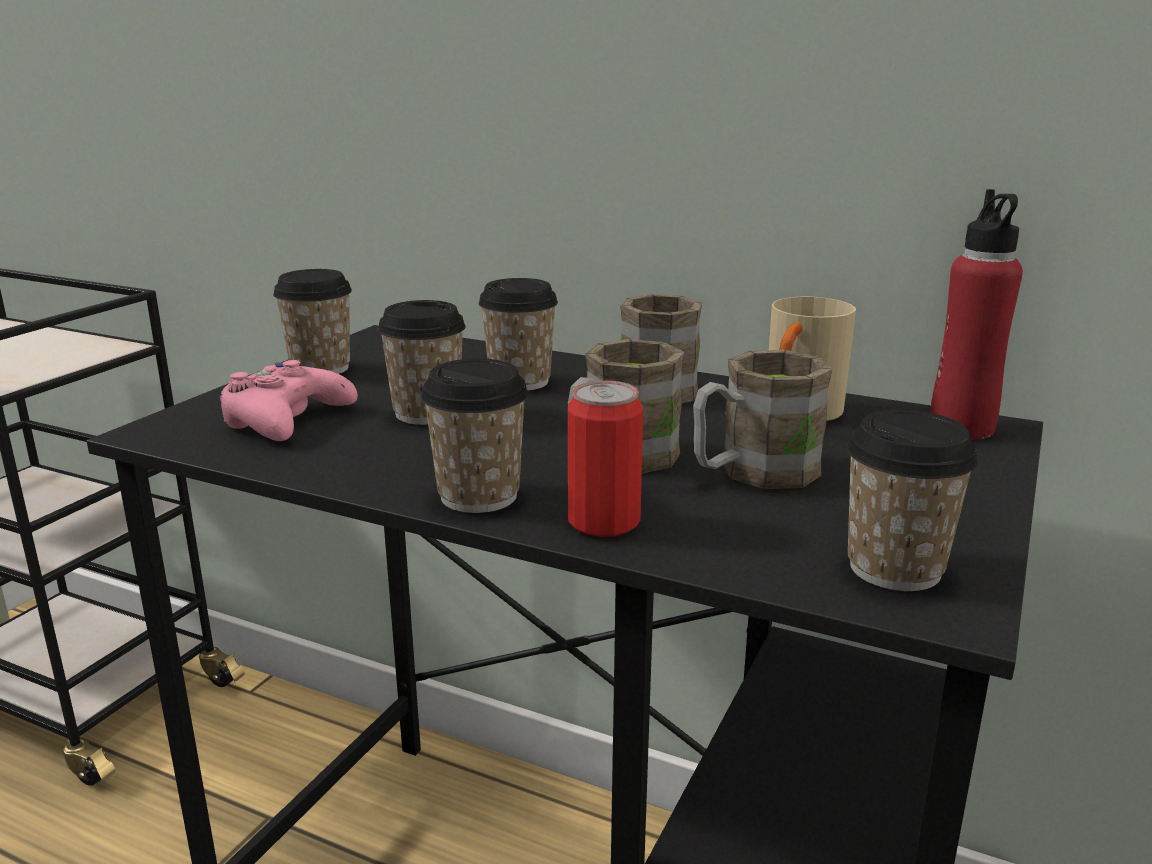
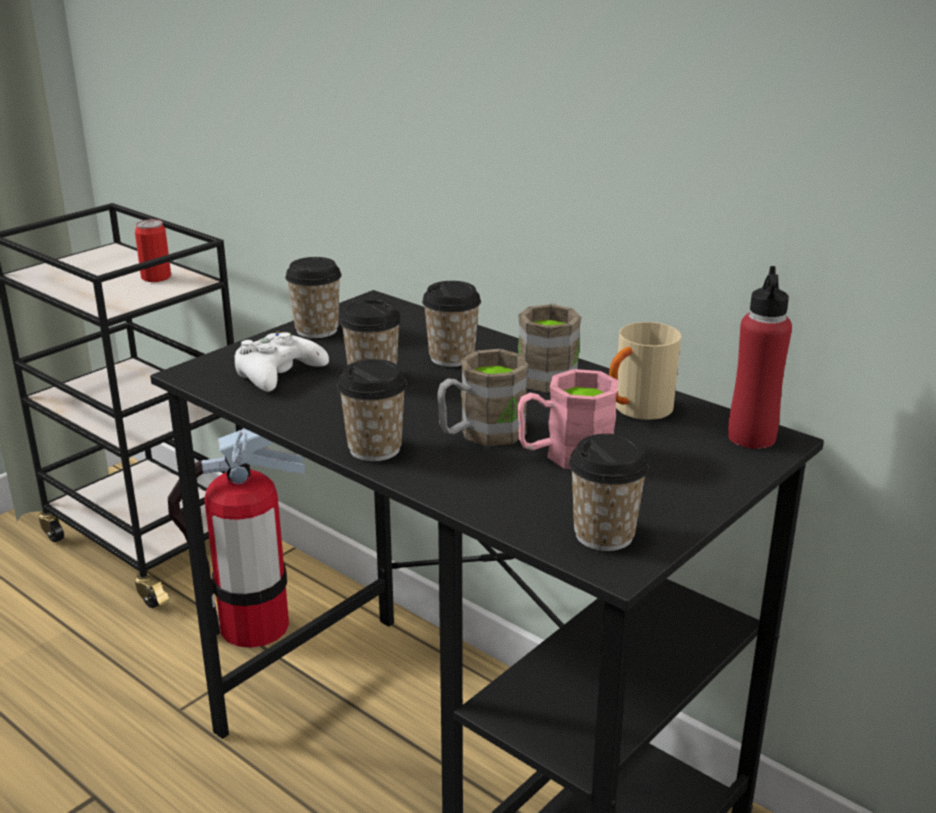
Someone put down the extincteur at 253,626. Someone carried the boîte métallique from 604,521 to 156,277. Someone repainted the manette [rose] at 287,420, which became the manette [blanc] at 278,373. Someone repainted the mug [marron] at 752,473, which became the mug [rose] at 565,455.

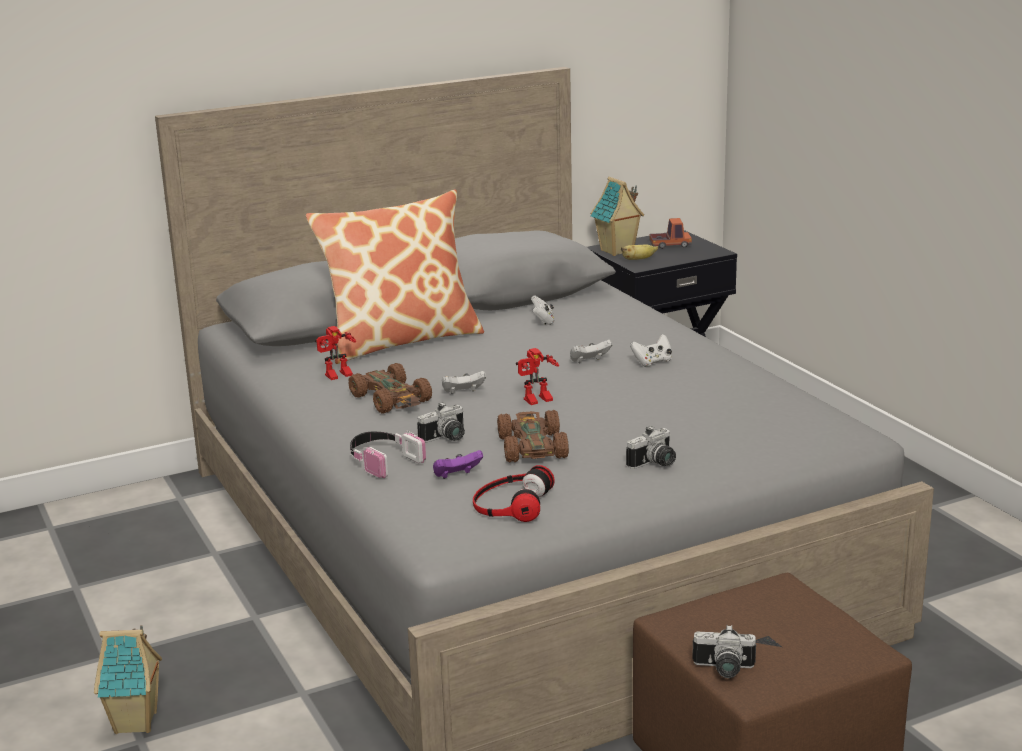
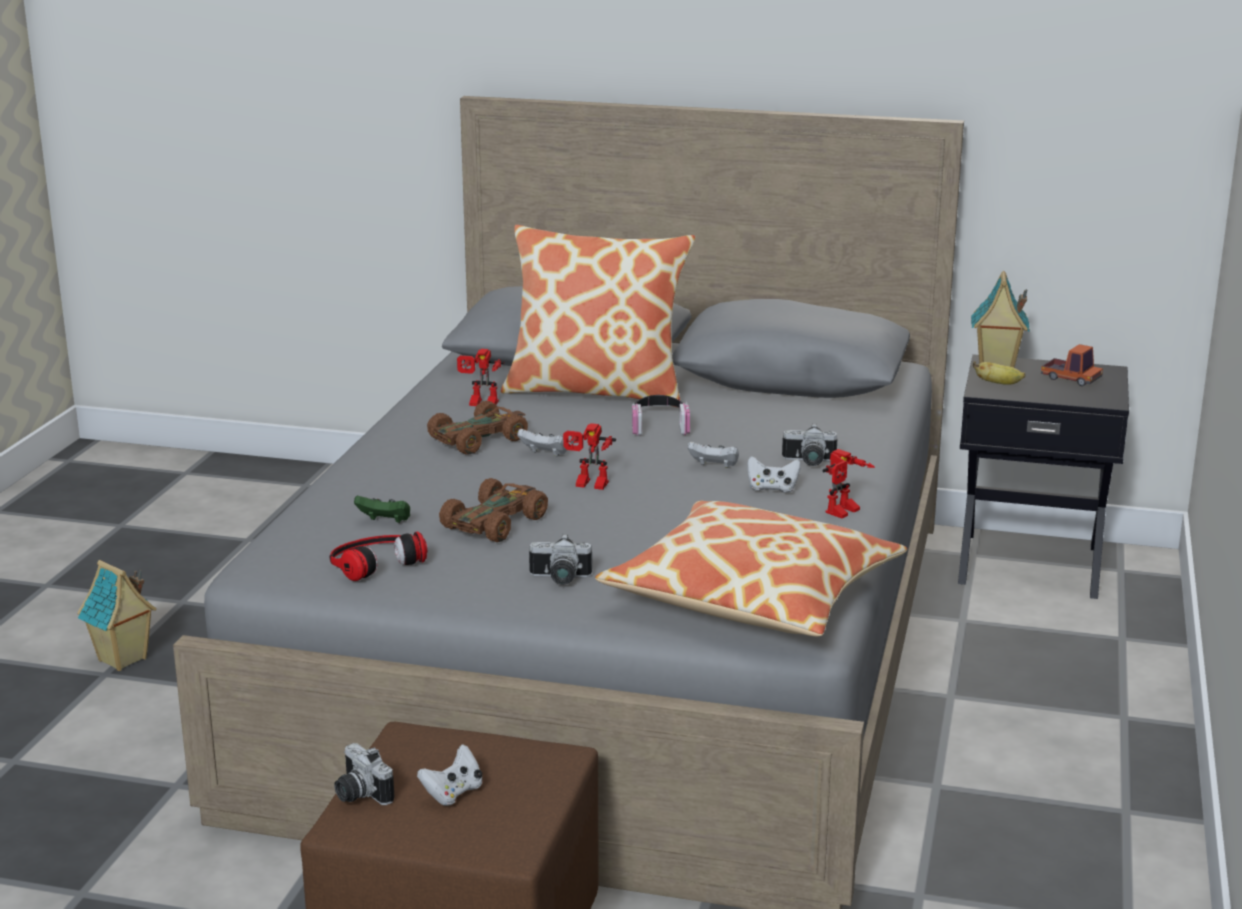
Someone put down the coussin at 753,595. Someone put down the robot jouet at 844,513. Someone carried the casque audio from 383,461 to 659,424. Someone carried the appareil photo from 446,438 to 809,462. Someone carried the manette [blanc] from 543,321 to 453,793. Someone repainted the manette [violet] at 456,476, which became the manette [vert] at 385,522. Someone rotated the petite voiture [marron] at 392,399 by 135 degrees counterclockwise.

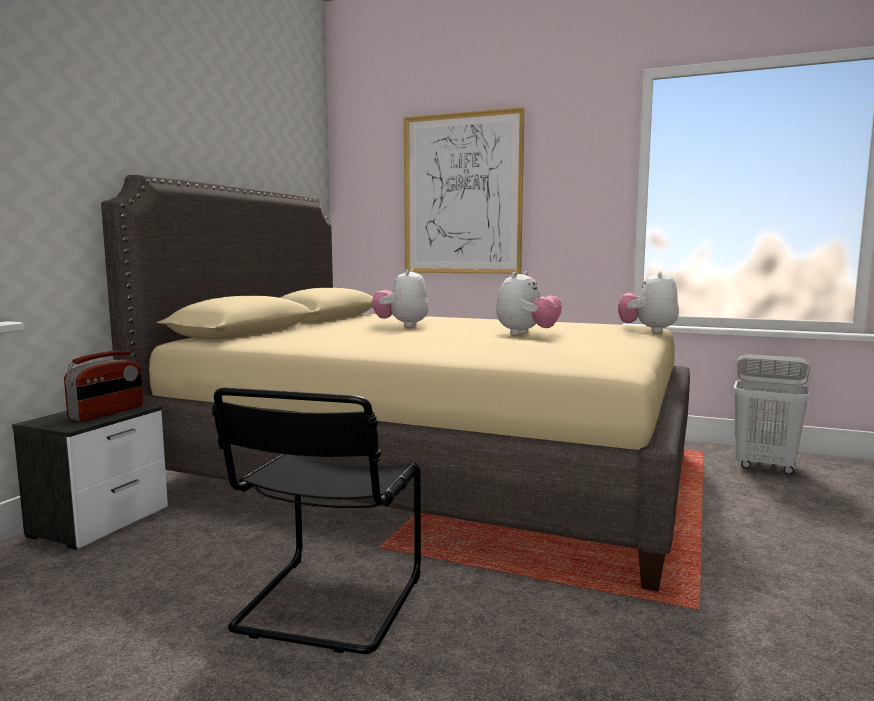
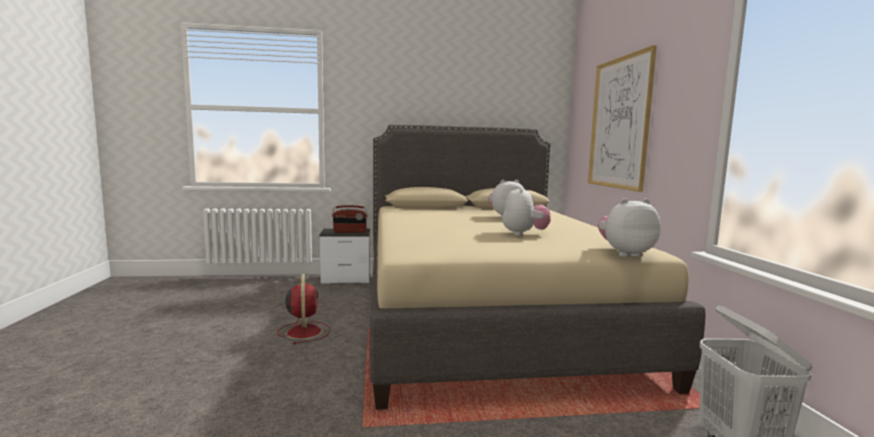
Someone swapped the chaise [noir] at 326,606 for the ventilateur [rouge] at 304,331. Someone rotated the peluche at 526,334 by 90 degrees counterclockwise.

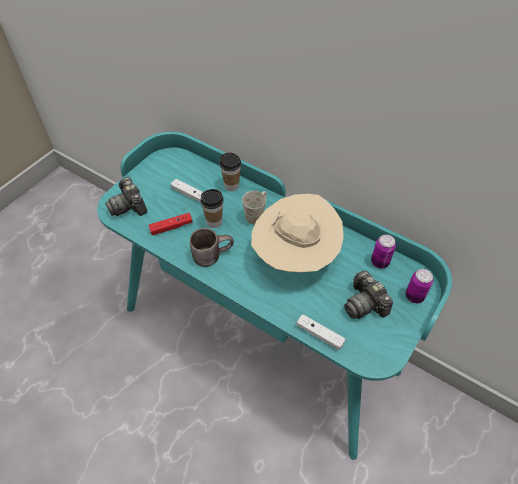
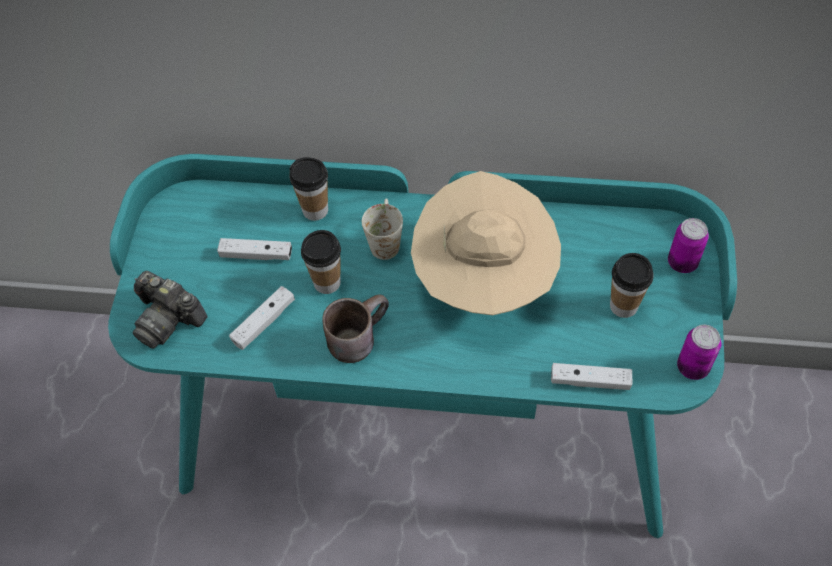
Someone carried the boîte métallique from 379,262 to 692,367. Someone swapped the appareil photo at 364,304 for the tasse at 623,306. Someone repainted the manette [rouge] at 171,227, which became the manette [blanc] at 264,322.

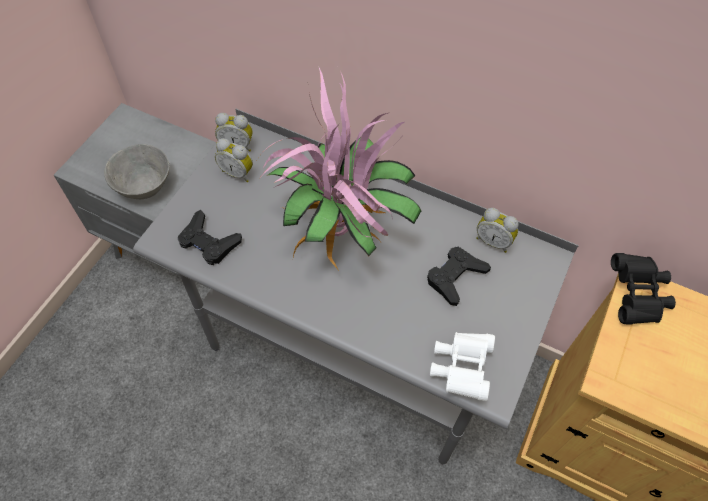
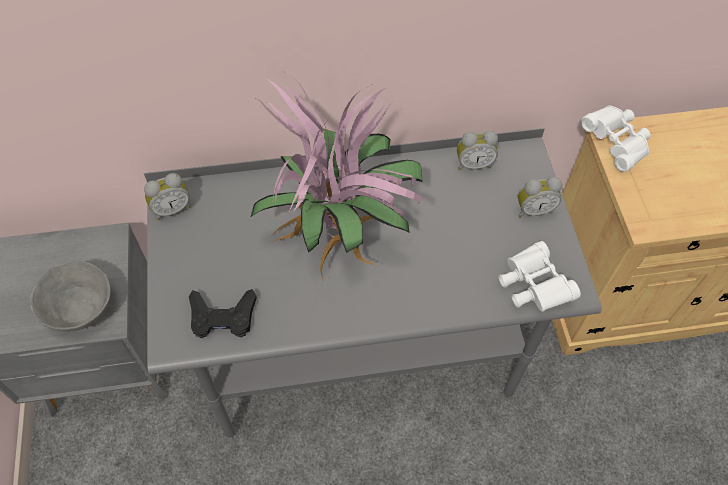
Someone took away the manette [noir] at 455,277. Someone carried the réveil from 238,172 to 533,209. Someone repainted the jumelles [noir] at 636,296, which became the jumelles [blanc] at 615,144.

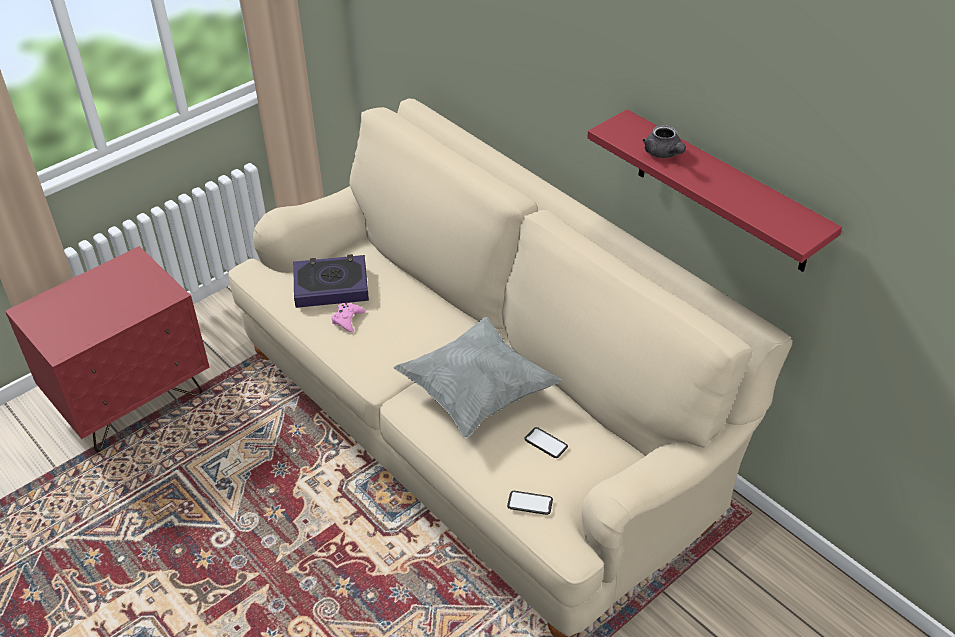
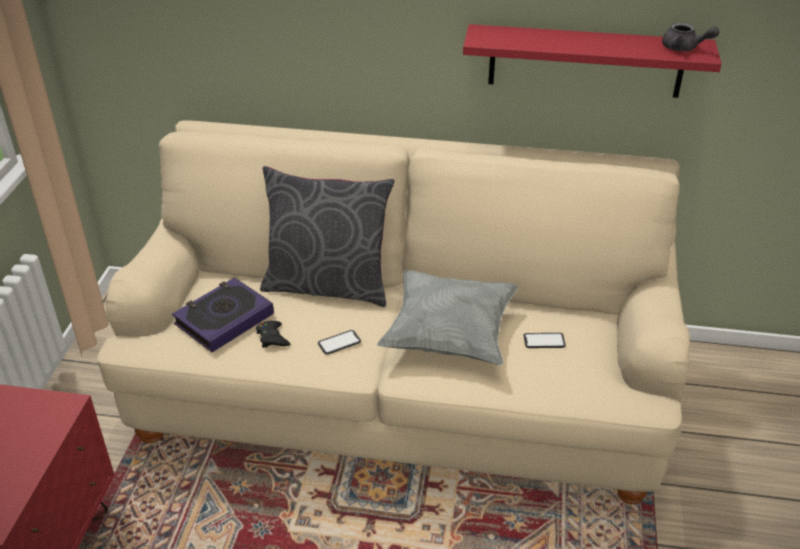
Someone put down the coussin [gris] at 328,285. Someone carried the téléphone from 530,503 to 339,343. Someone carried the théière [gris] from 664,154 to 684,48. Someone repainted the manette [rose] at 347,319, which became the manette [noir] at 272,338.

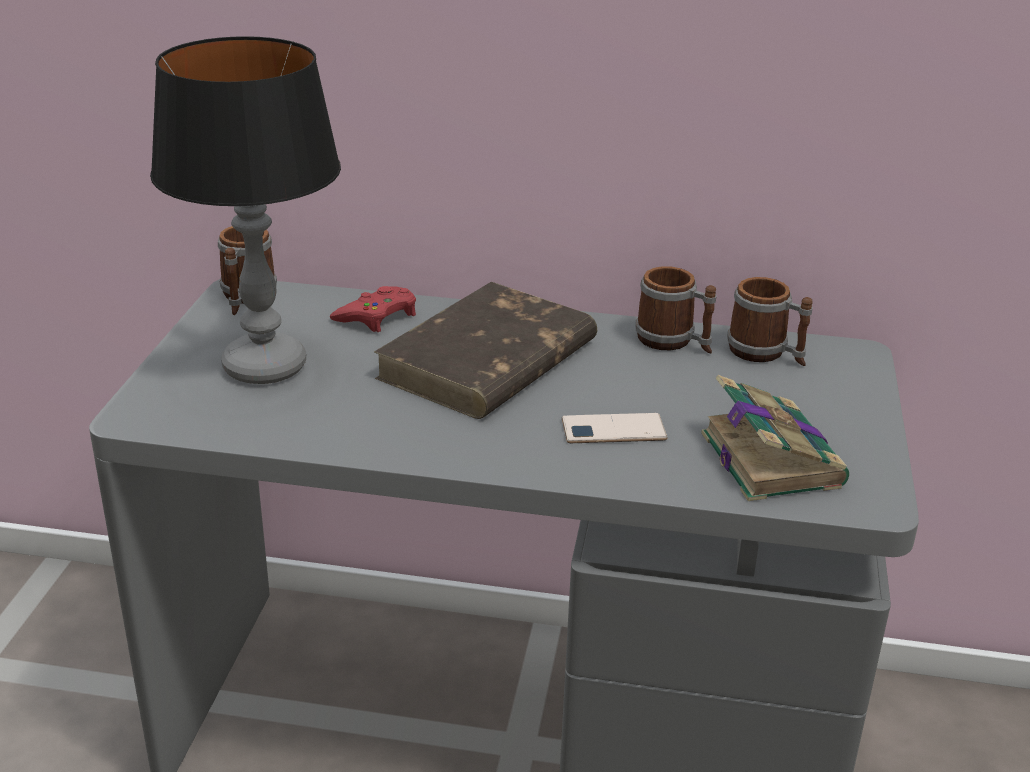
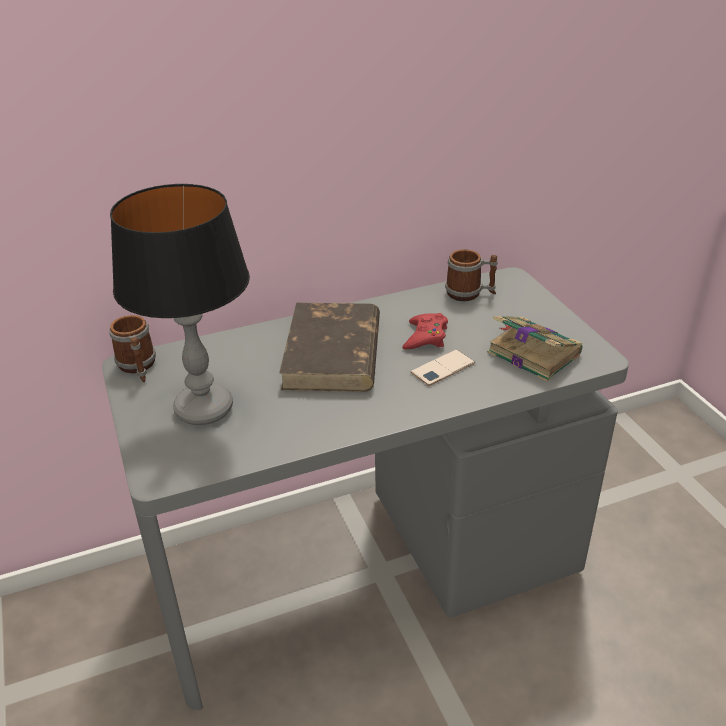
Someone took away the mug at 674,342. Someone carried the manette [rouge] from 377,316 to 425,337.

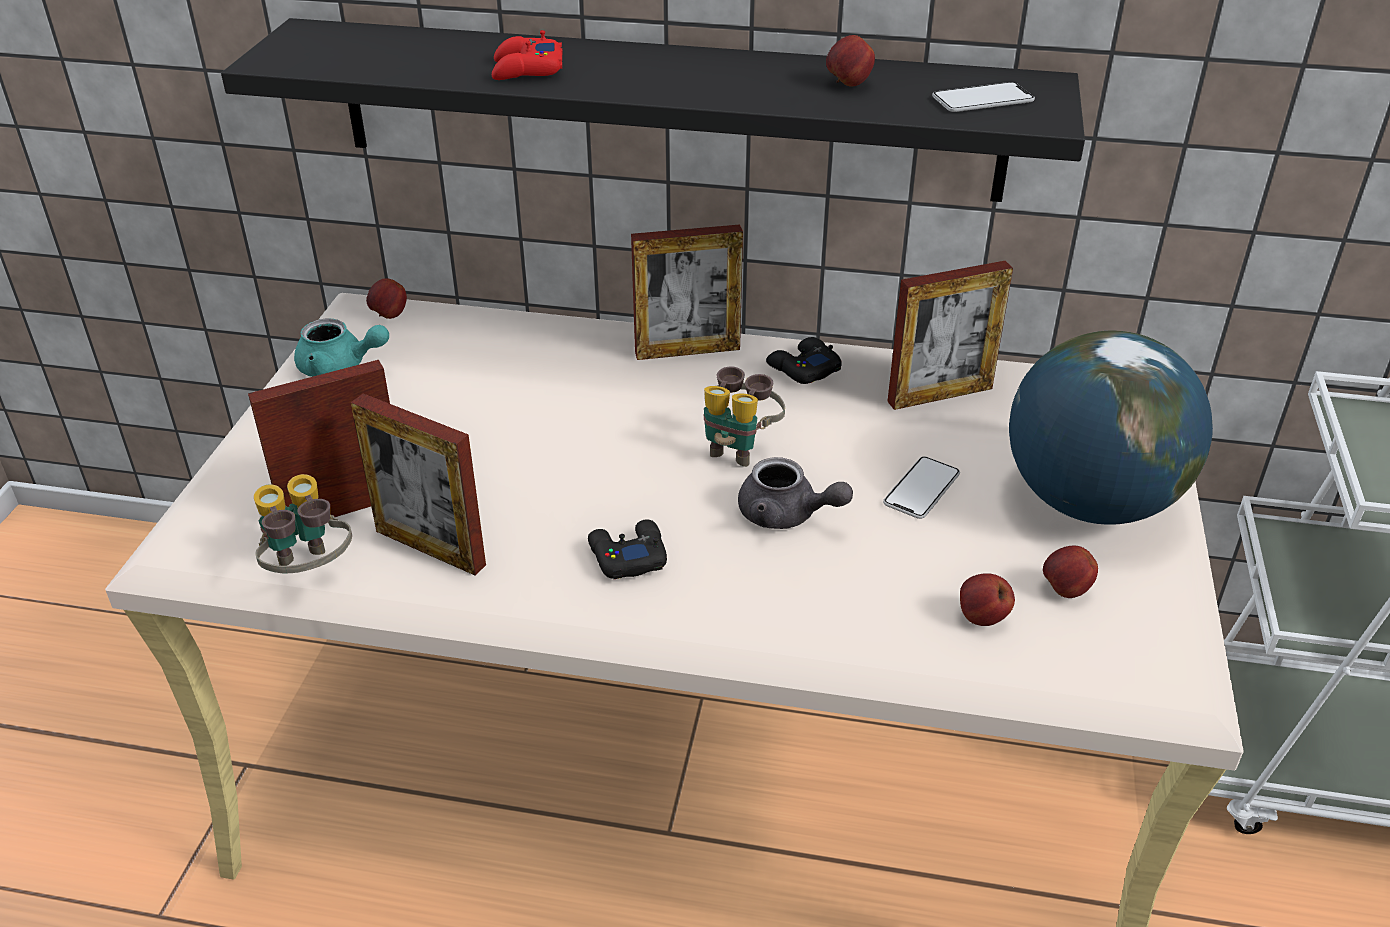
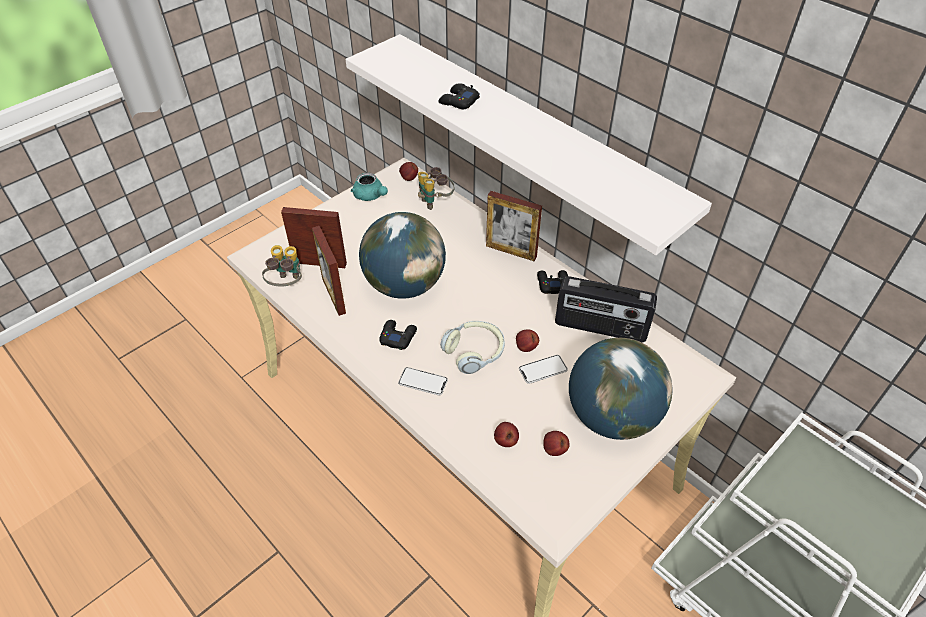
Someone put down the globe at 404,285. Someone carried the jumelles from 738,447 to 435,201. Someone carried the pomme from 848,84 to 526,347. Someone carried the téléphone from 982,100 to 423,382. Someone swapped the théière [gris] at 786,515 for the casque audio at 474,352. Someone swapped the cadre photo at 940,395 for the radio at 600,328. Someone repainted the étagère [noir] at 666,109, which became the étagère [blanc] at 532,136. Someone repainted the manette [rouge] at 526,70, which became the manette [noir] at 458,101.

